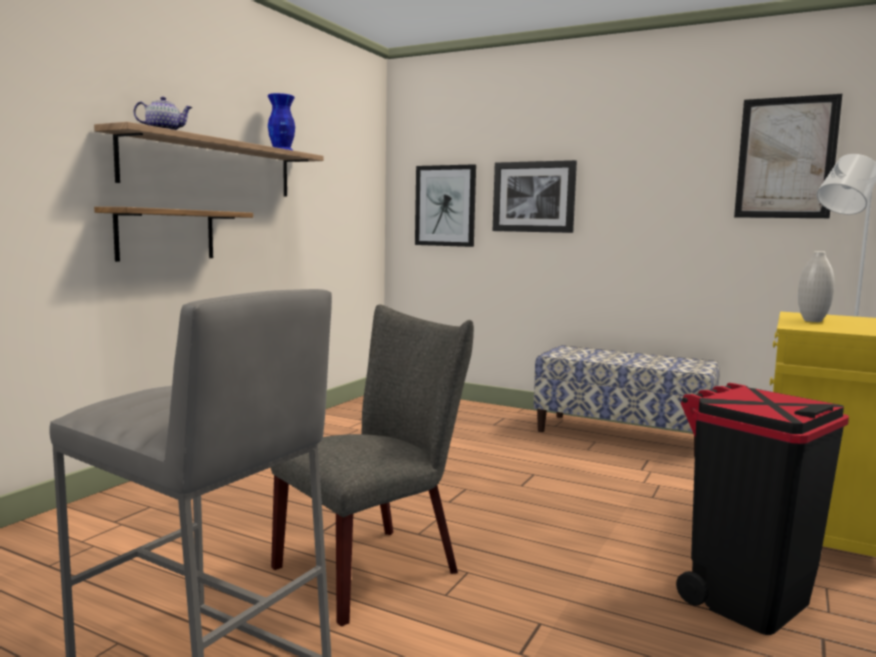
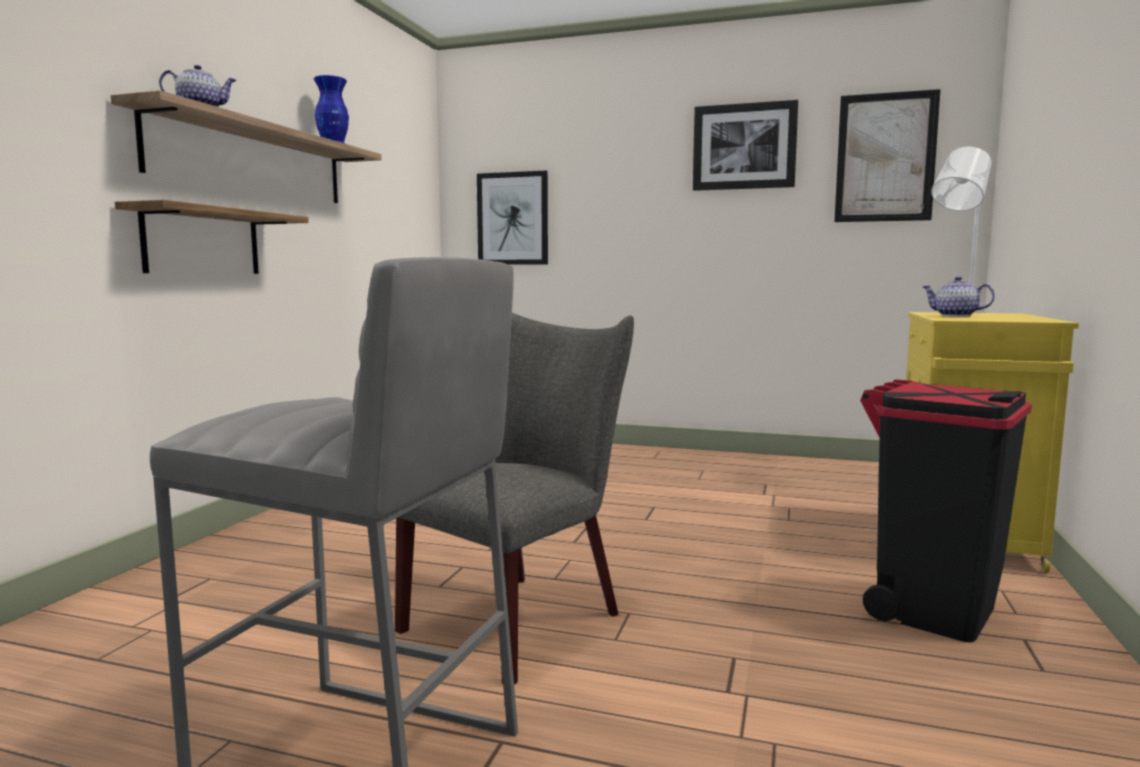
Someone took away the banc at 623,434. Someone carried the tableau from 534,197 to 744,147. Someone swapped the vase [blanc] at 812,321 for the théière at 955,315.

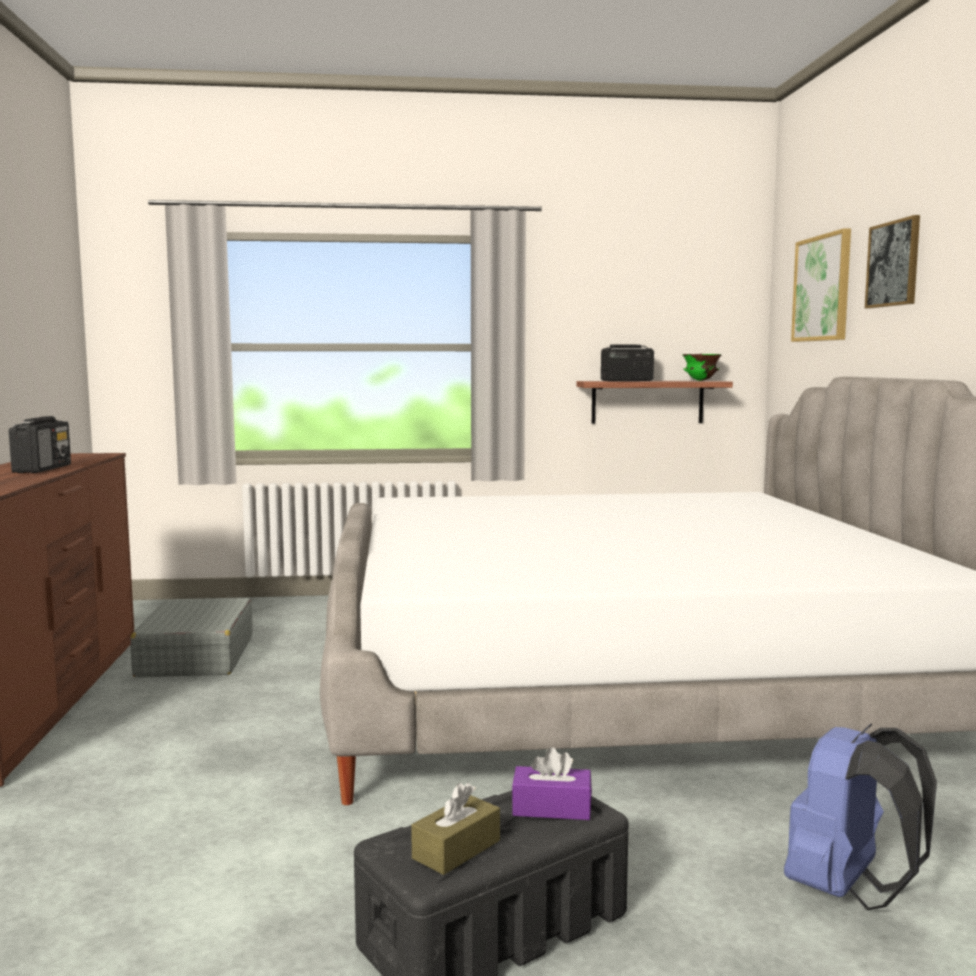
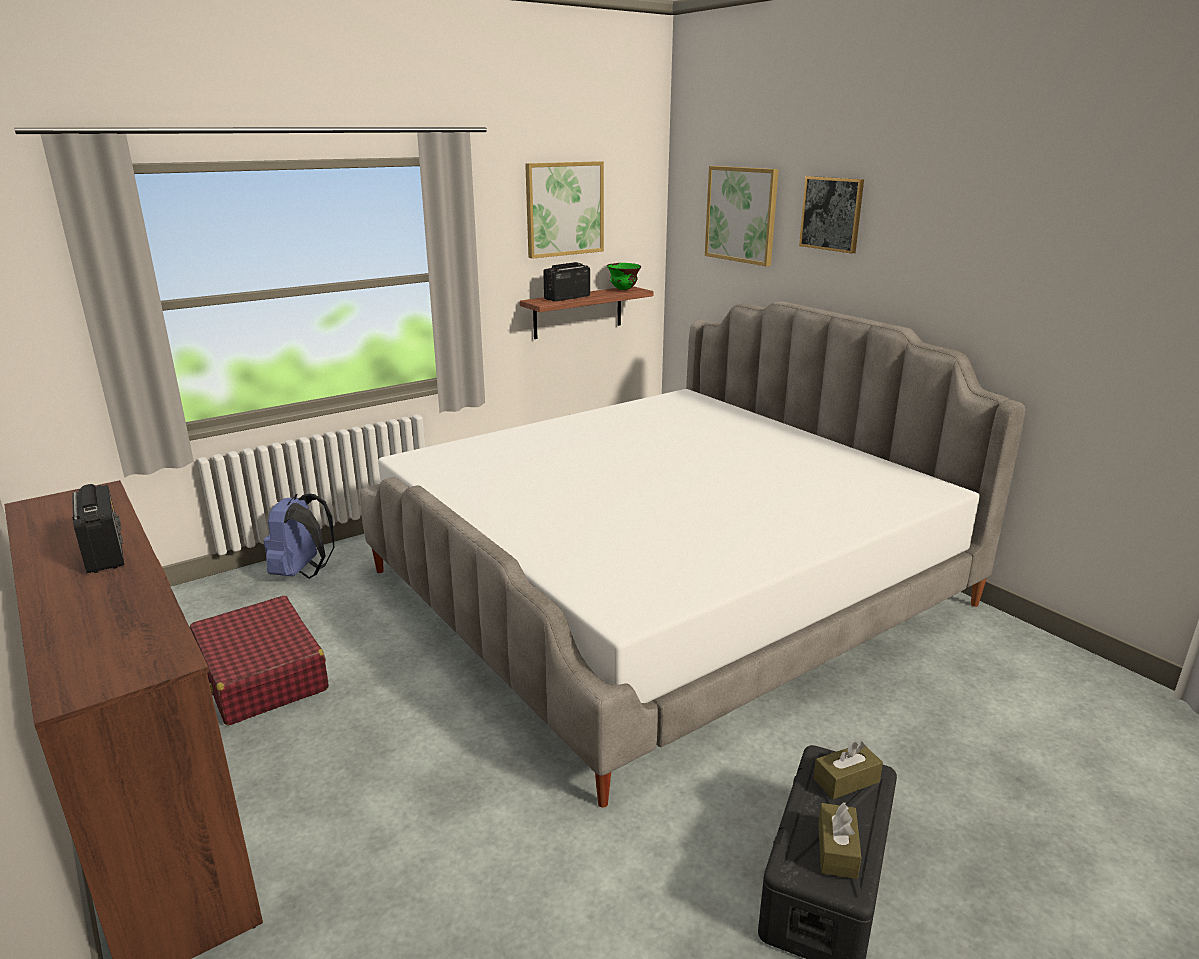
Someone put up the tableau at 564,209. Someone carried the sac à dos [bleu] from 848,891 to 302,572. Someone repainted the valise [gris] at 195,657, which became the valise [rouge] at 261,676. Someone repainted the boîte à mouchoirs [violet] at 551,808, which became the boîte à mouchoirs [marron] at 846,780.

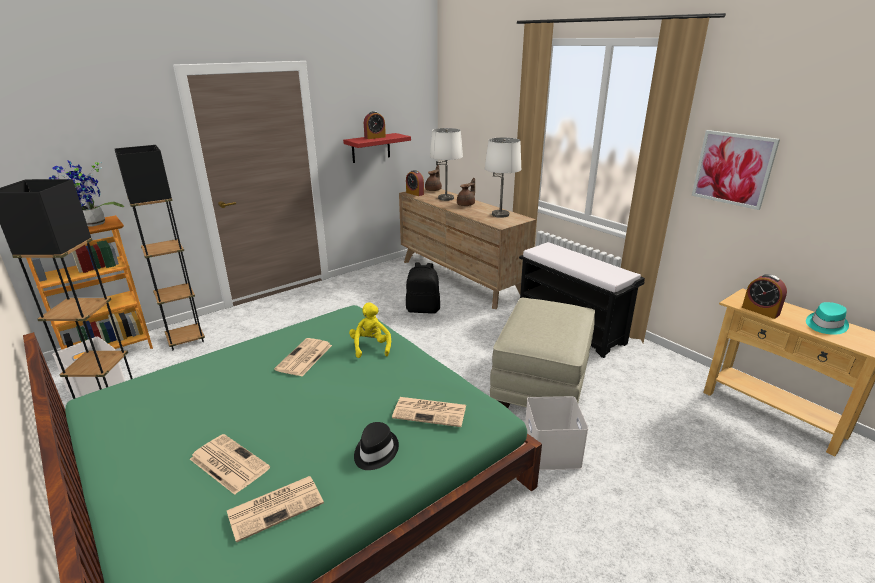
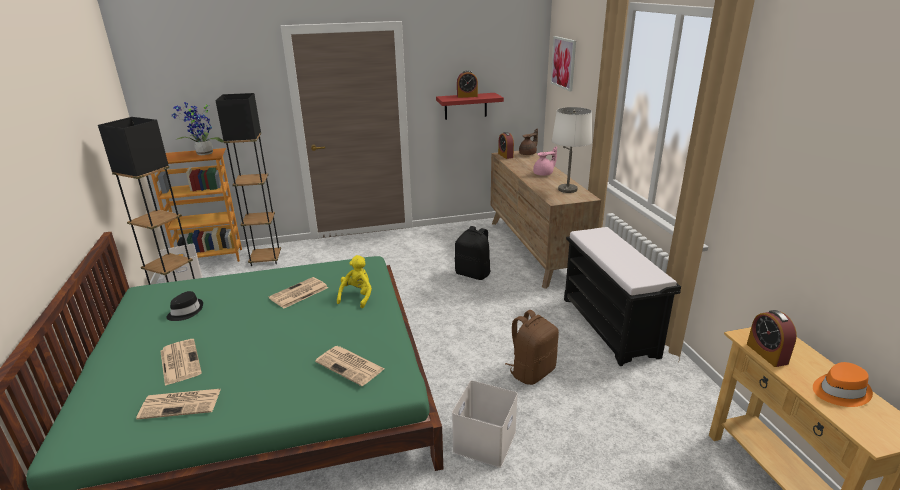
Someone took away the lampe de table [blanc] at 446,198. Someone carried the chapeau [noir] from 375,451 to 185,311. Someone carried the tableau from 733,169 to 563,63. Someone swapped the pouf [beige] at 541,381 for the sac à dos [marron] at 531,371. Someone repainted the théière [marron] at 466,205, which became the théière [rose] at 544,174. Someone repainted the chapeau [turquoise] at 825,325, which became the chapeau [orange] at 839,391.

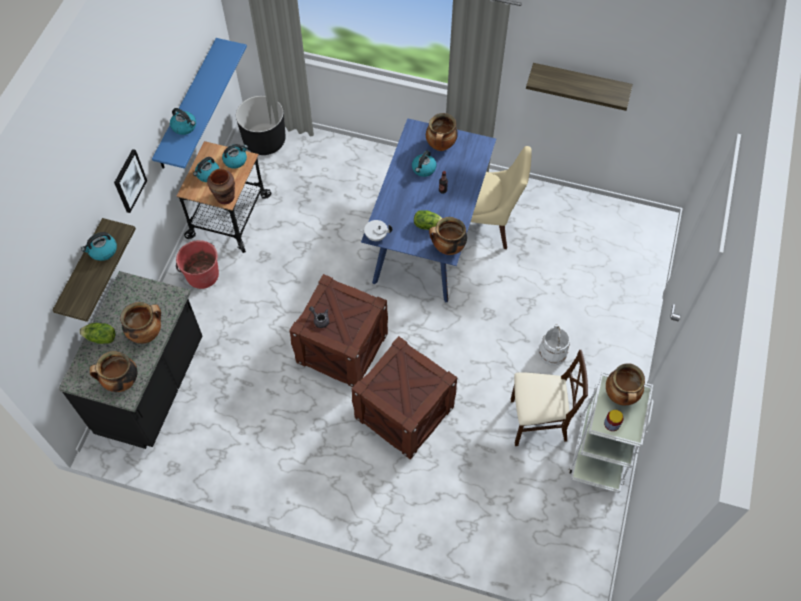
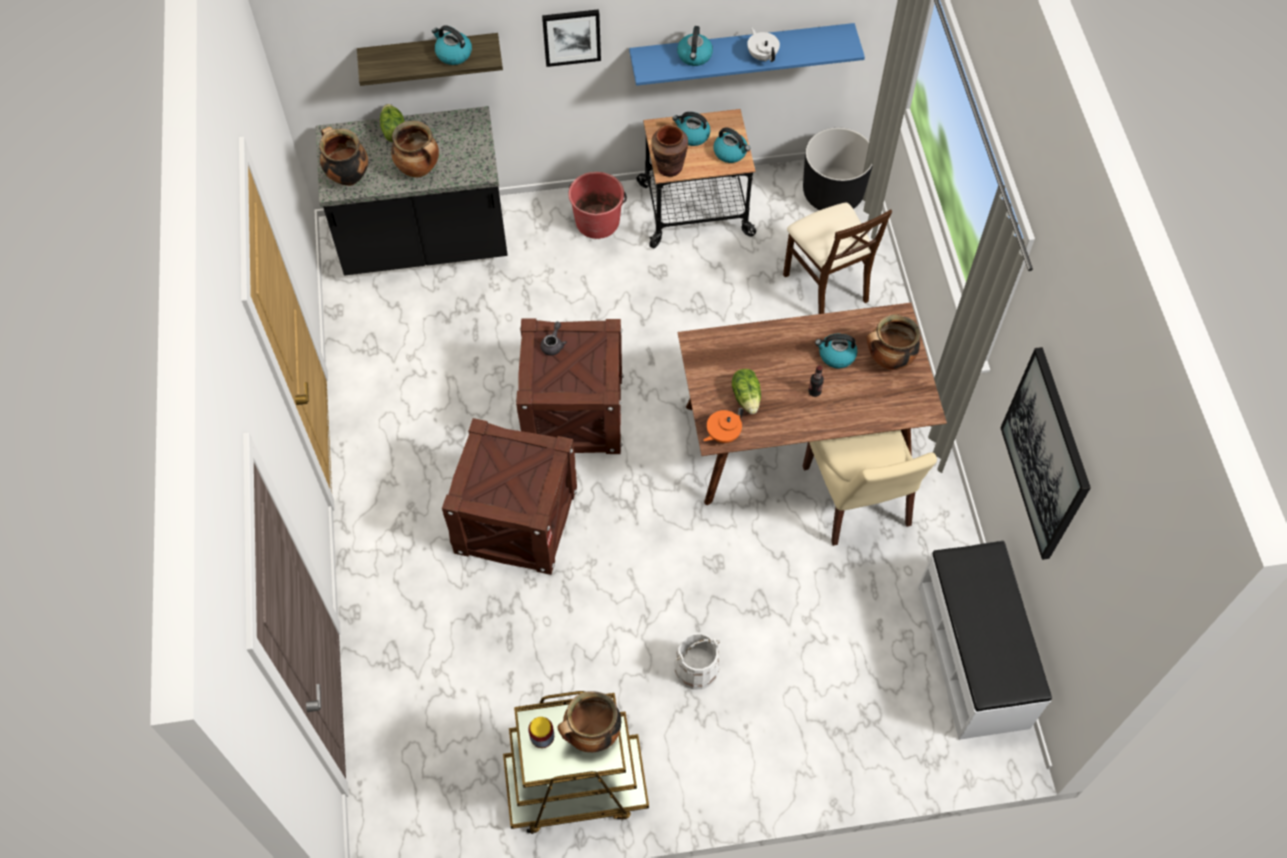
Someone put down the banc [blanc] at 973,656. Someone carried the théière [blanc] from 375,236 to 762,55. Someone carried the chaise [beige] from 537,421 to 826,286. Someone swapped the marmite at 447,248 for the théière [orange] at 722,434. Someone swapped the étagère at 580,83 for the tableau at 1046,455. Someone repainted the table à manger [bleu] at 429,237, which became the table à manger [marron] at 796,442. Someone repainted the chariot [blanc] at 601,449, which became the chariot [marron] at 575,786.

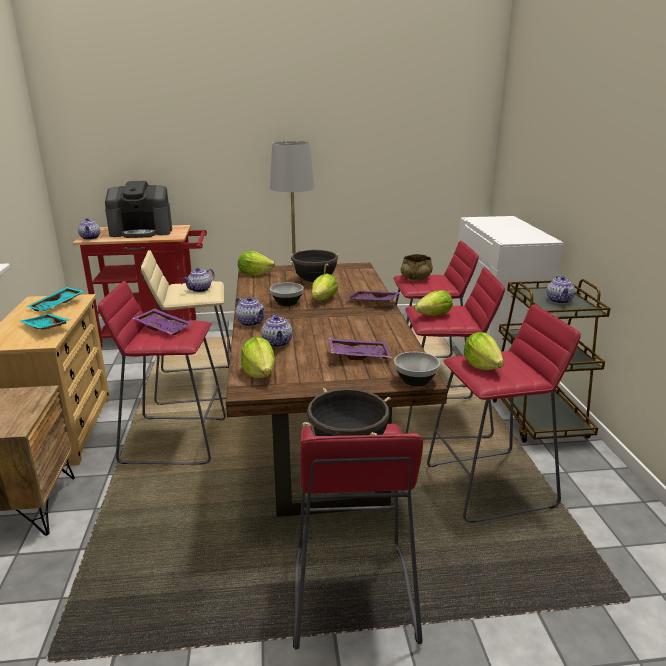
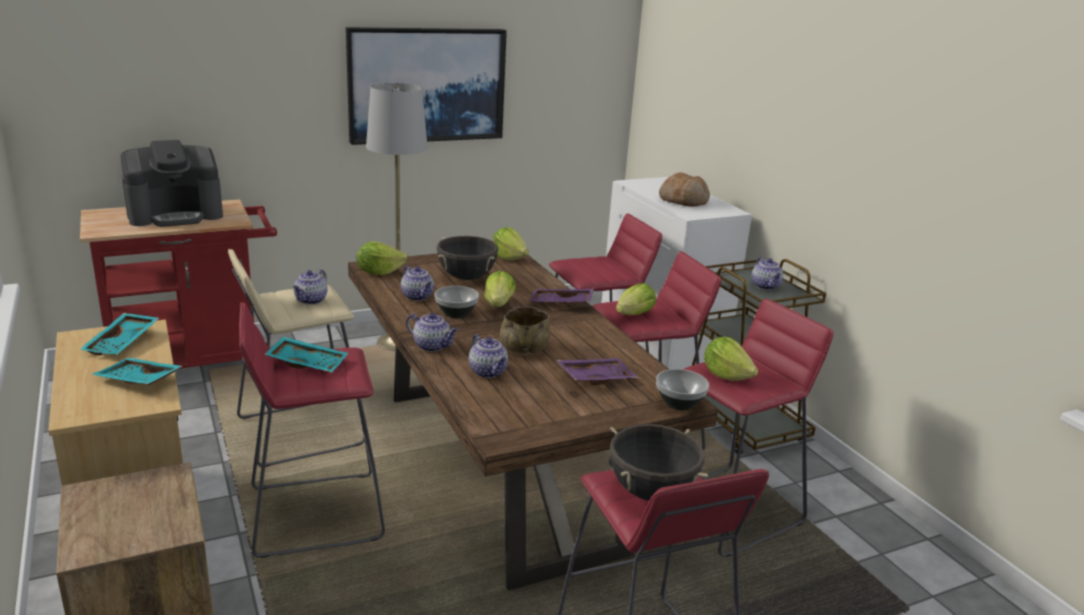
Someone put up the tableau at 427,85. Someone put down the pain at 683,201. Someone carried the théière from 90,238 to 418,297. Someone carried the laitue from 260,373 to 509,258. Someone carried the bol [beige] from 416,278 to 524,348. Someone repainted the plateau [violet] at 164,327, which became the plateau [turquoise] at 308,363.

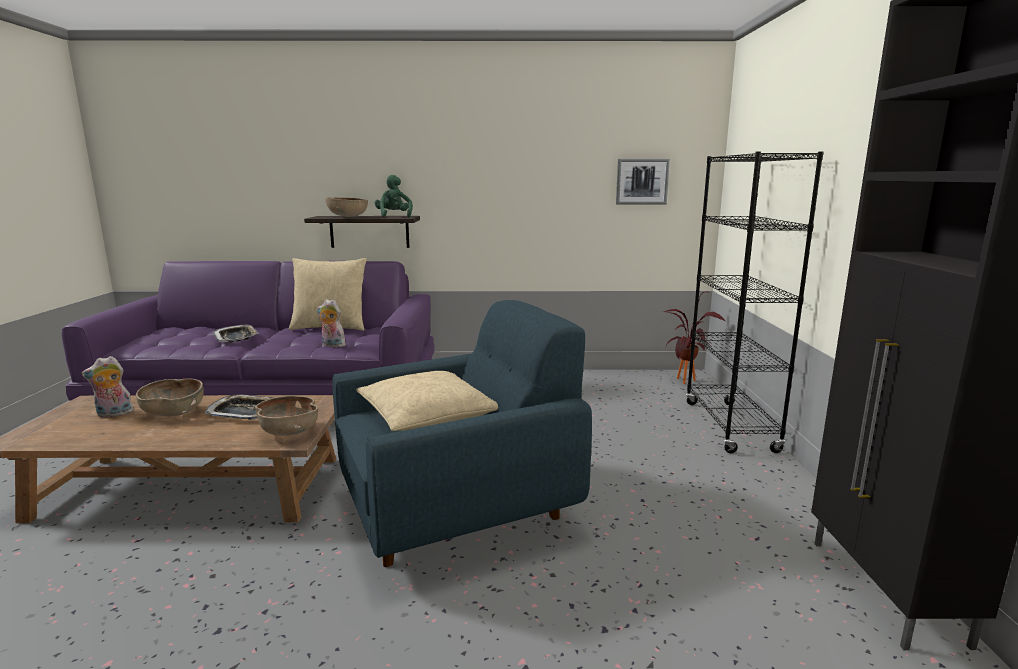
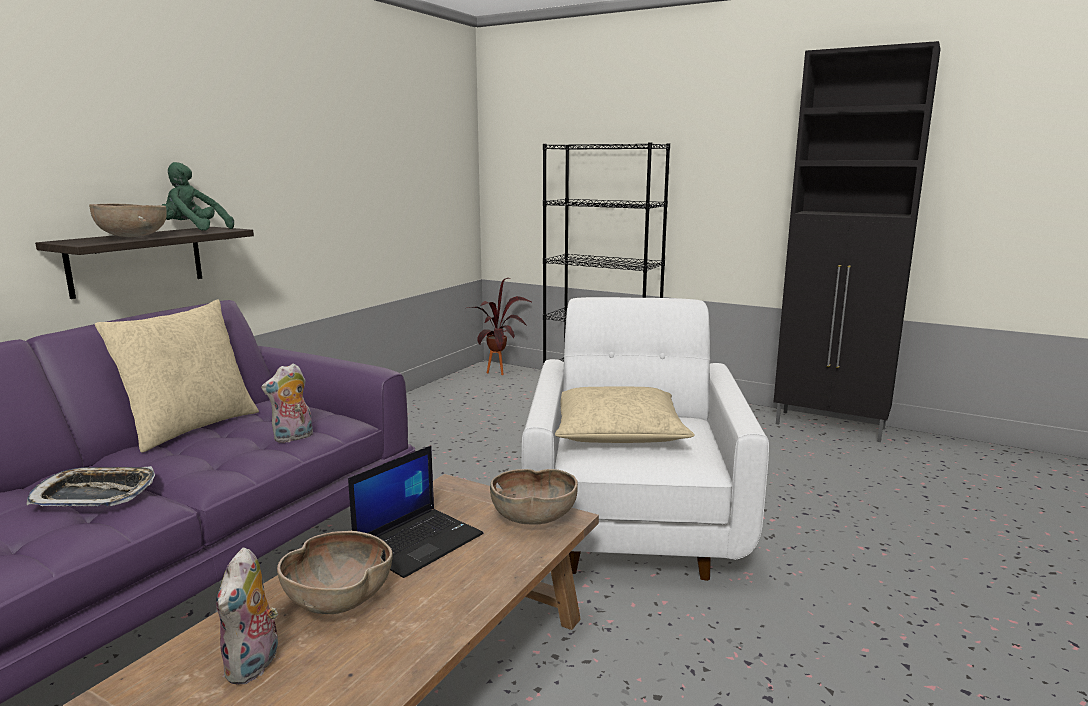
Someone took away the tableau at 642,181. Someone swapped the plateau at 245,412 for the ordinateur portable at 419,541. Someone repainted the fauteuil [bleu] at 458,509, which became the fauteuil [blanc] at 633,523.

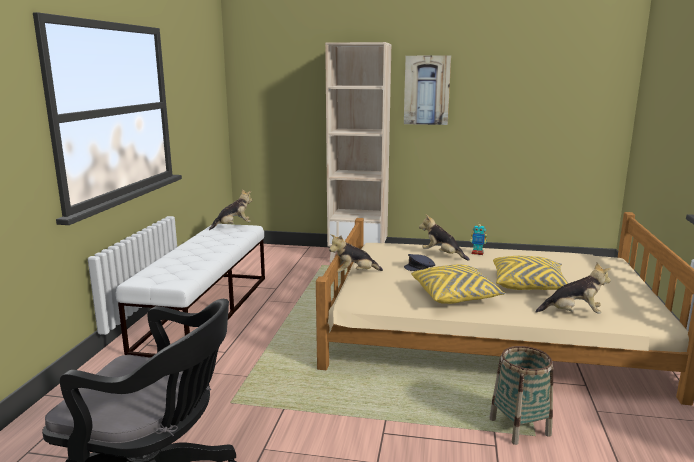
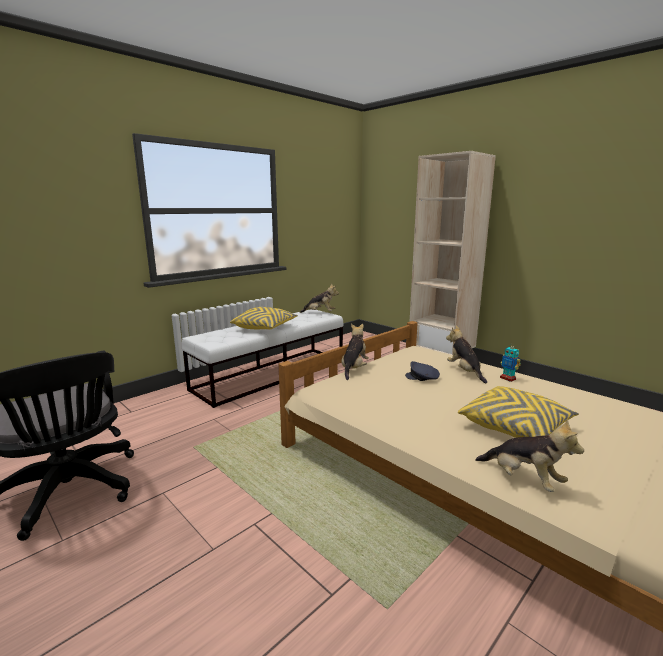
Someone took away the tableau at 427,90. Someone took away the panier at 519,427. Someone carried the coussin [jaune] from 455,296 to 265,328. Someone rotated the peluche at 354,274 by 90 degrees clockwise.

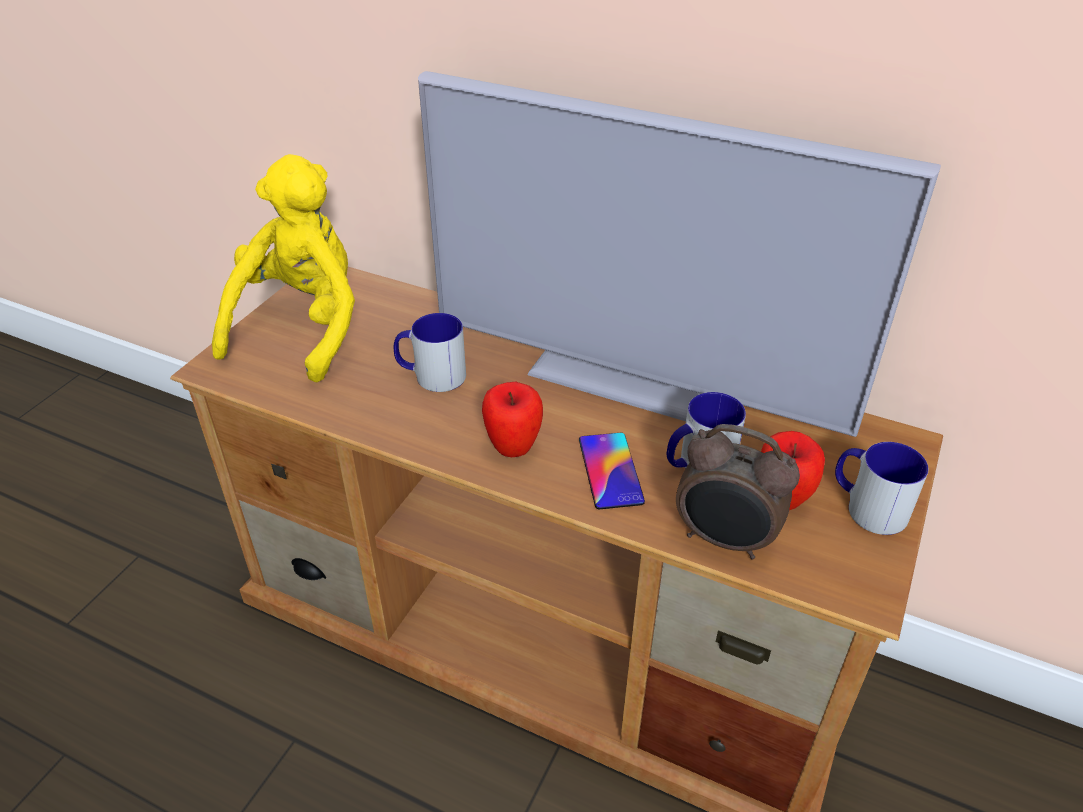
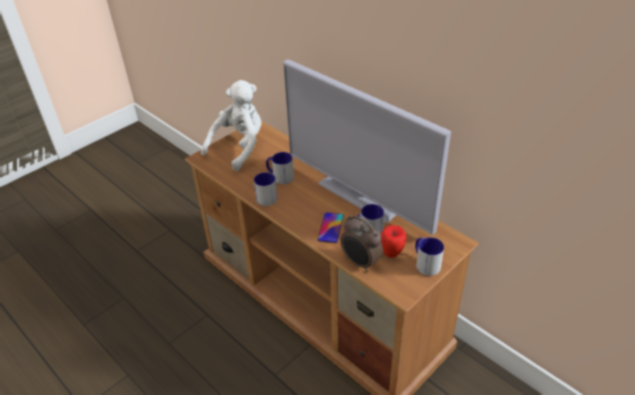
Someone took away the pomme at 513,447. Someone put down the mug at 267,196. Someone repainted the peluche [jaune] at 303,327, which became the peluche [blanc] at 239,147.

